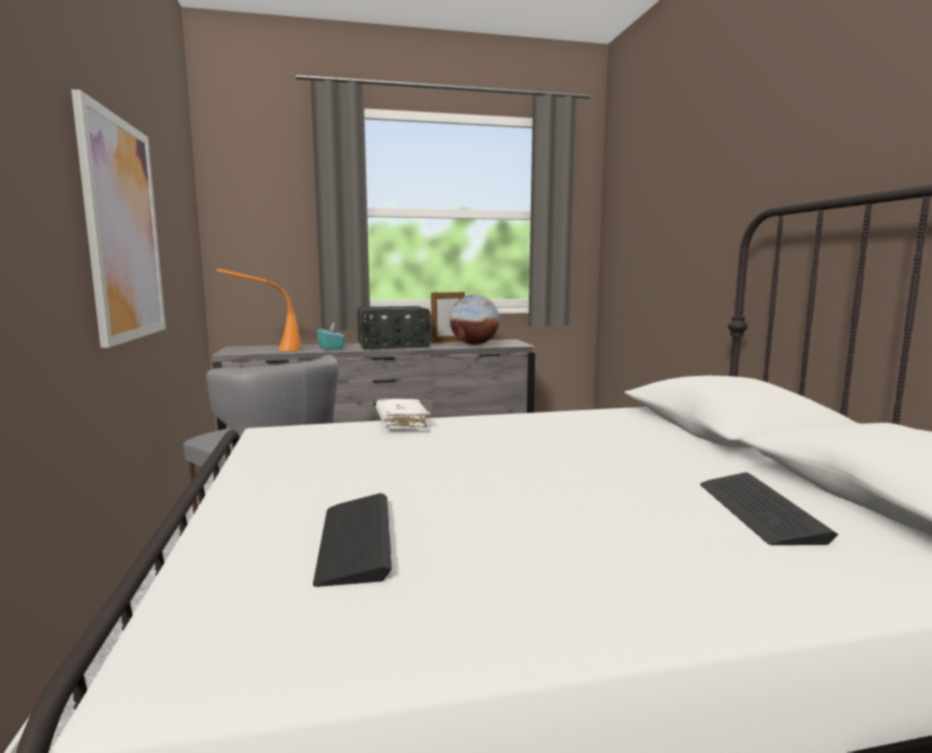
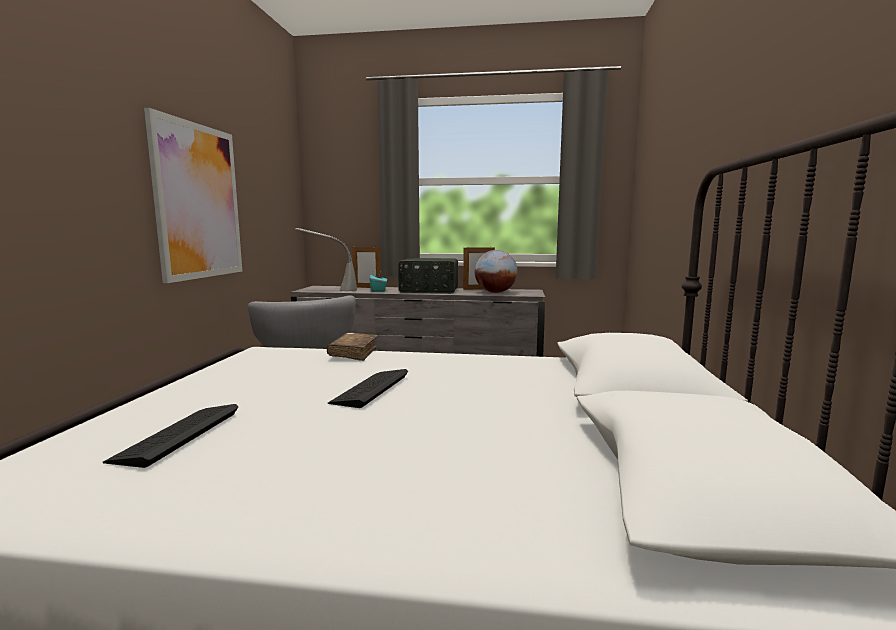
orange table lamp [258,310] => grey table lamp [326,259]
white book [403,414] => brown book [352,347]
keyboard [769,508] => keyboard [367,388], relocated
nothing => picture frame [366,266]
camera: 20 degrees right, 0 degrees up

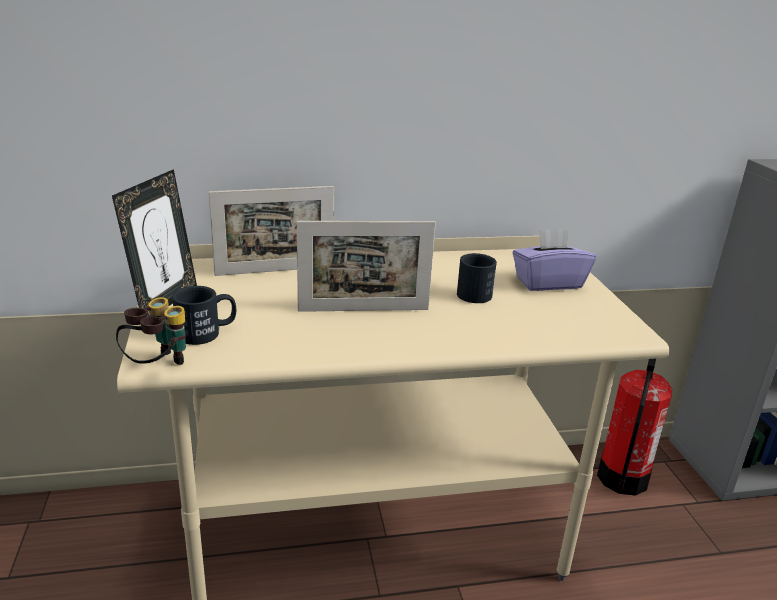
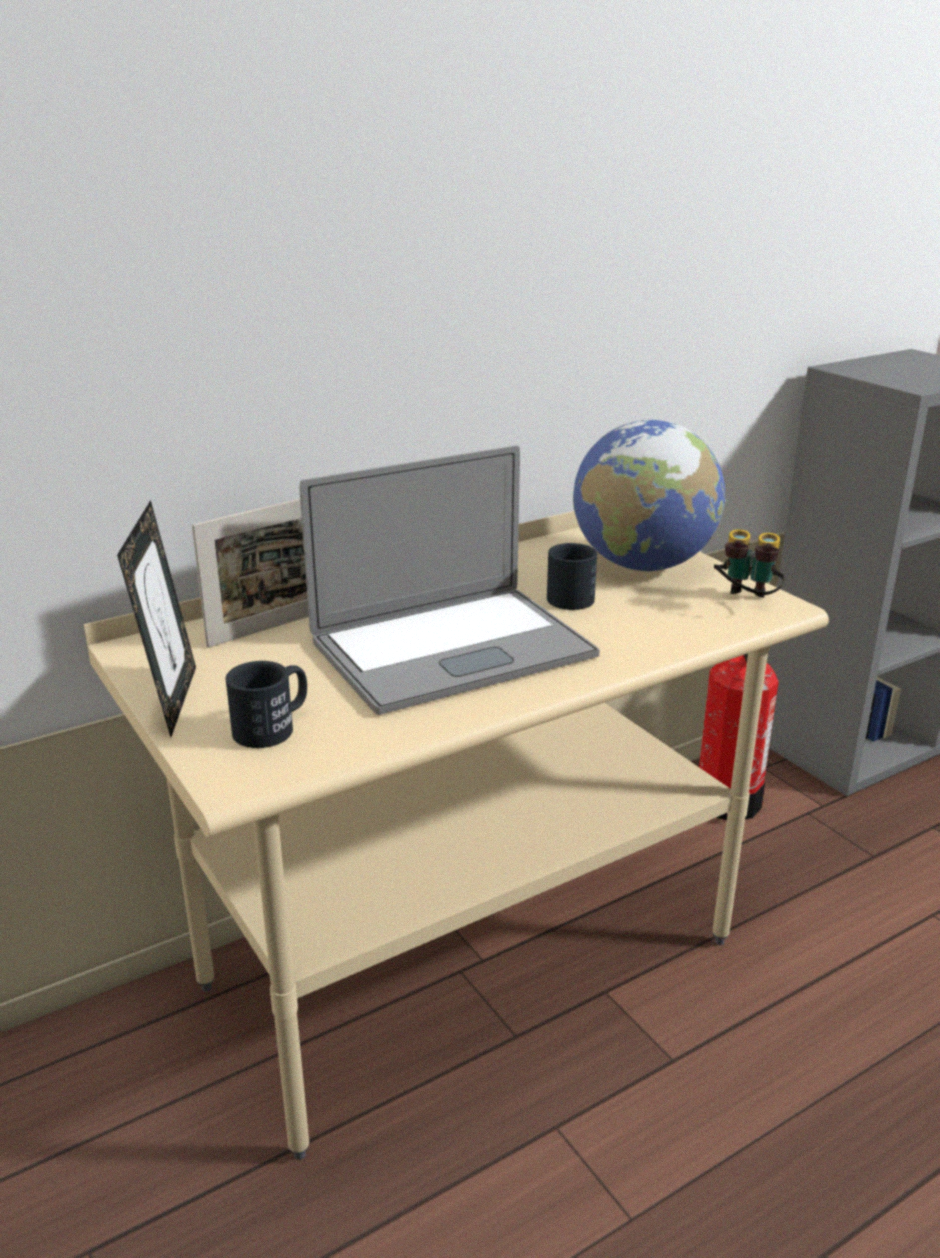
binoculars [151,331] => binoculars [749,563], relocated
picture frame [366,266] => laptop [449,580]
purple tissue box [554,260] => globe [649,495]
camera: 20 degrees left, 0 degrees up

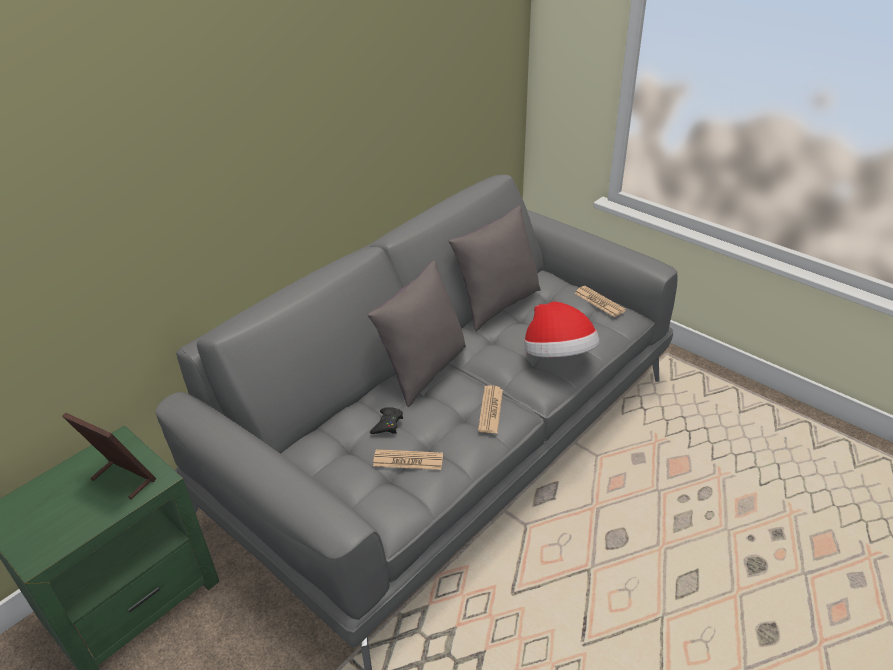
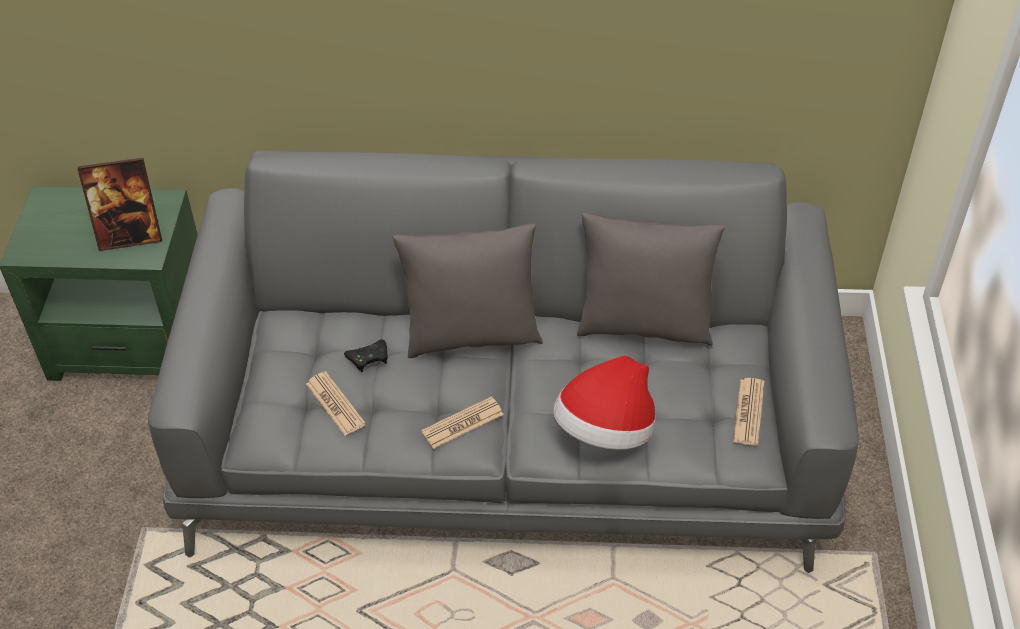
picture frame [109,455] => picture frame [119,204], 90 degrees clockwise
camera: 50 degrees right, 10 degrees up

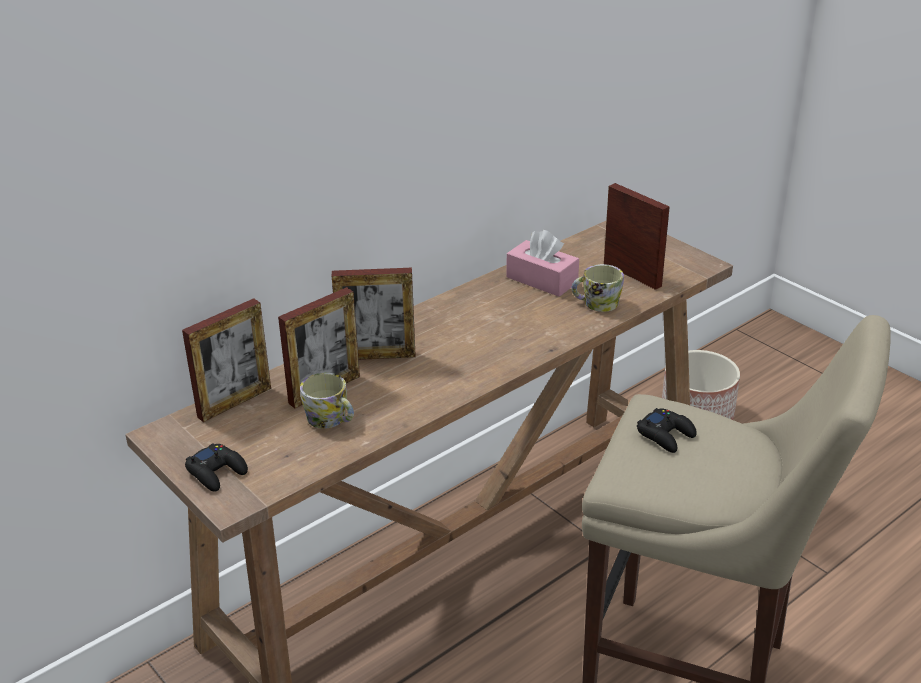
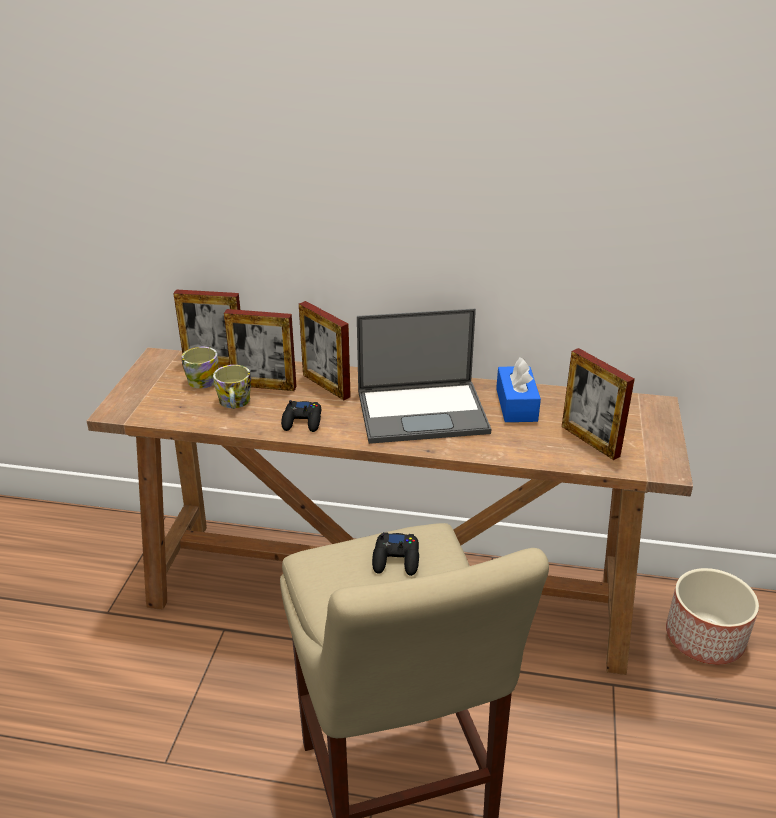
black game controller [216,467] => black game controller [301,416], relocated
pink tissue box [542,263] => blue tissue box [518,390]
mug [597,288] => mug [199,368], relocated
picture frame [637,236] => picture frame [598,404], 135 degrees clockwise
nothing => laptop [424,376]
camera: 50 degrees right, 0 degrees up

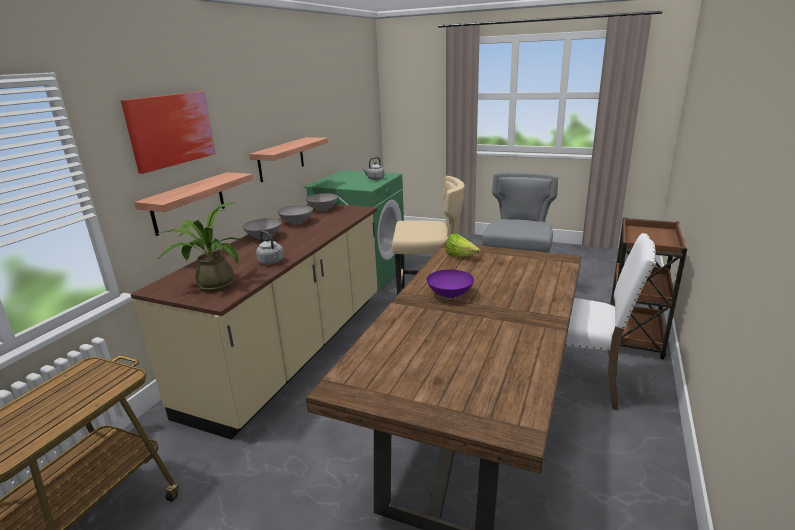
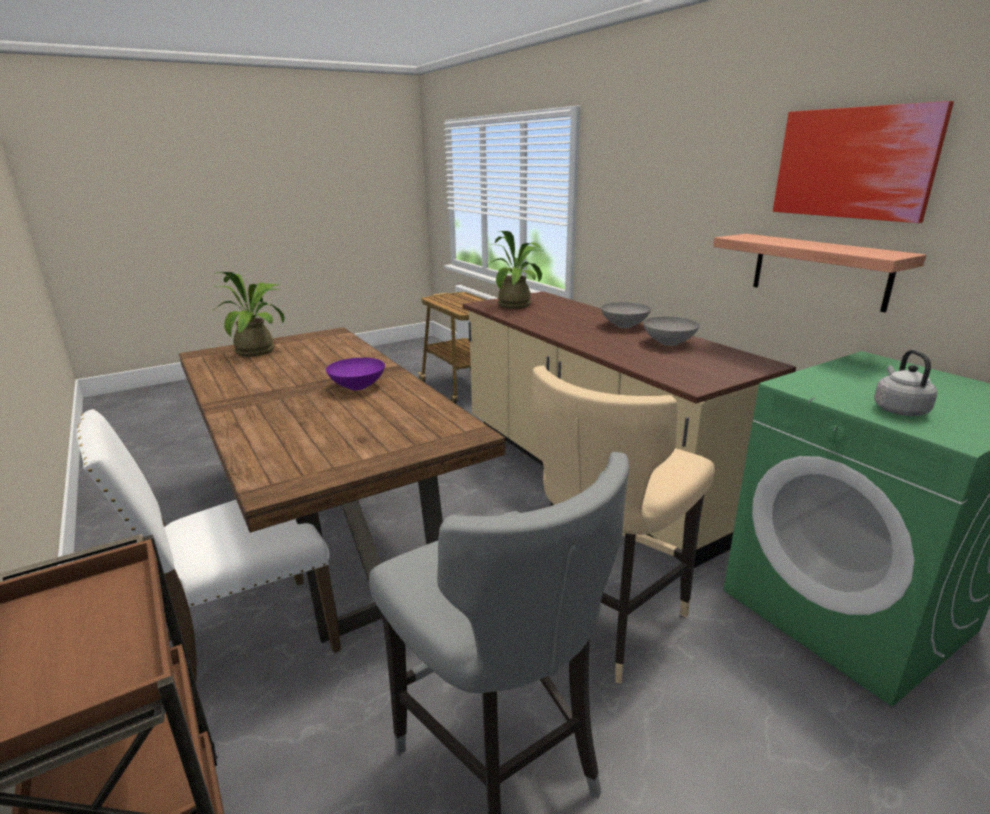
picture [168,133] => picture [863,162], relocated
shelf [193,204] => nothing
grey kettle [270,247] => nothing
grey bowl [321,202] => nothing
lettuce [462,245] => nothing
nothing => potted plant [249,314]
camera: 125 degrees right, 0 degrees up

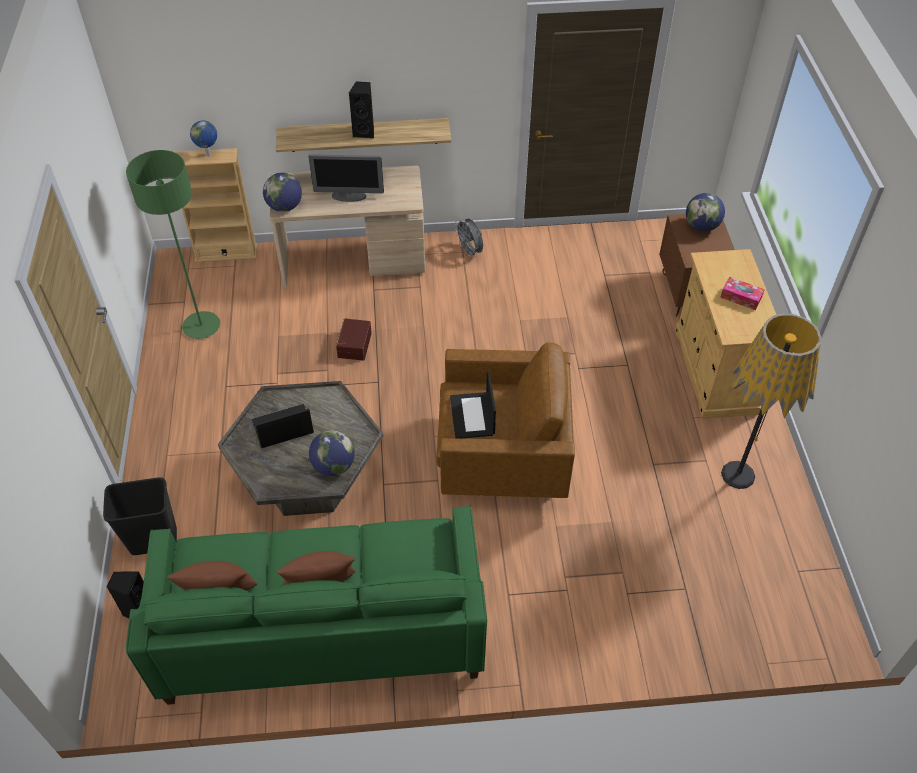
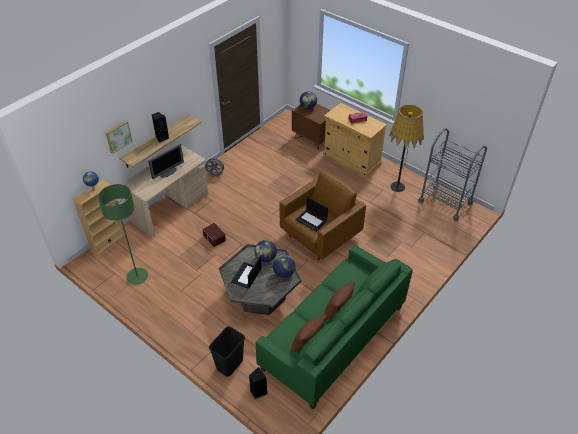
globe [282,192] => globe [266,251], relocated
nothing => picture [119,137]
nothing => grey cart [452,174]
camera: 45 degrees left, 5 degrees down

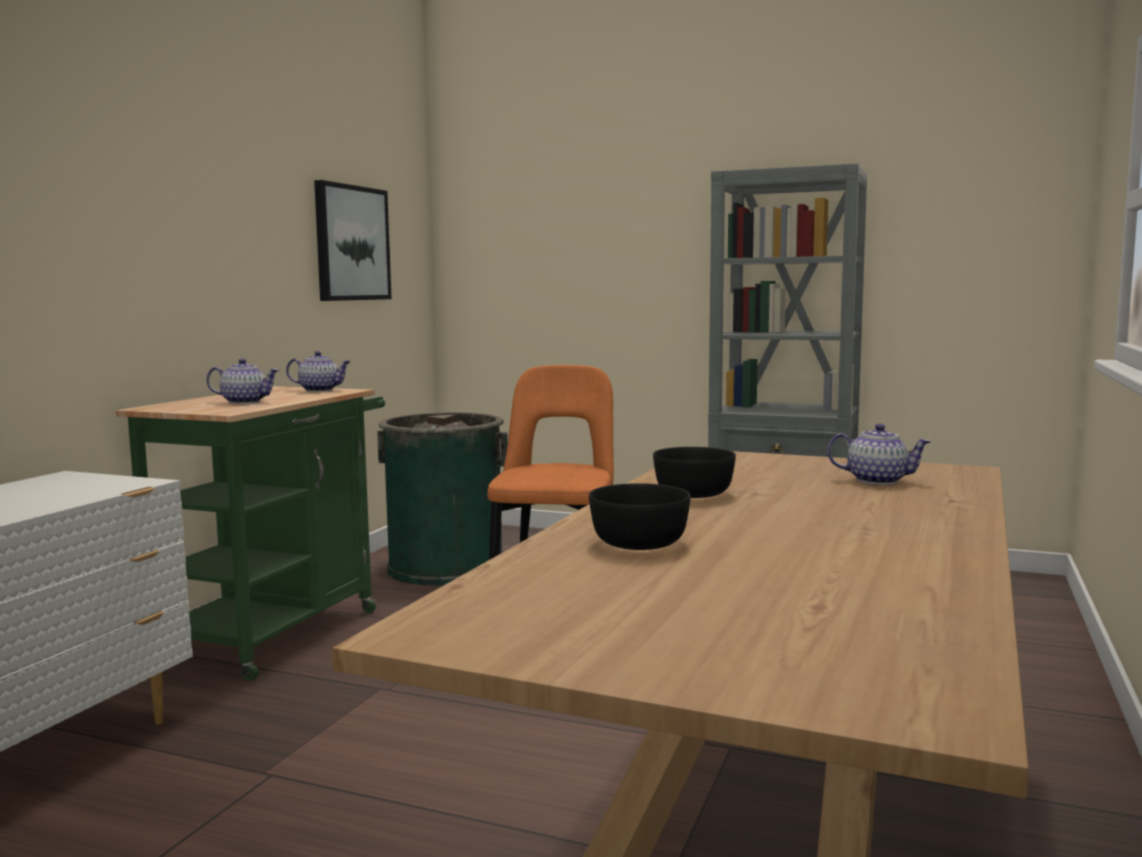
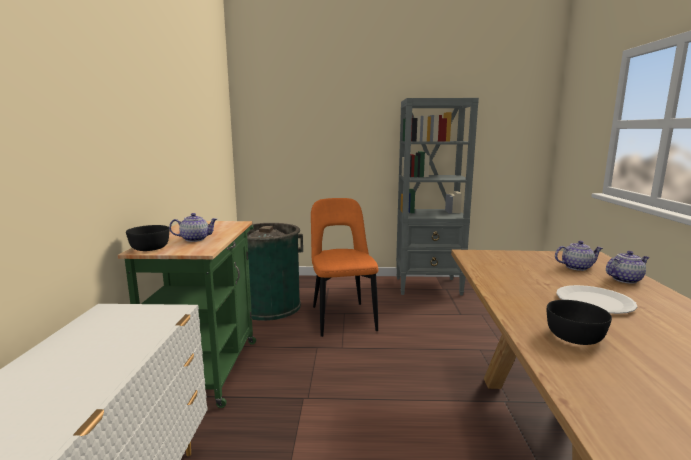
teapot [318,371] => teapot [628,267], relocated
picture [353,240] => nothing
black bowl [694,472] => black bowl [147,238], relocated
nothing => white plate [597,299]
camera: 20 degrees left, 5 degrees up

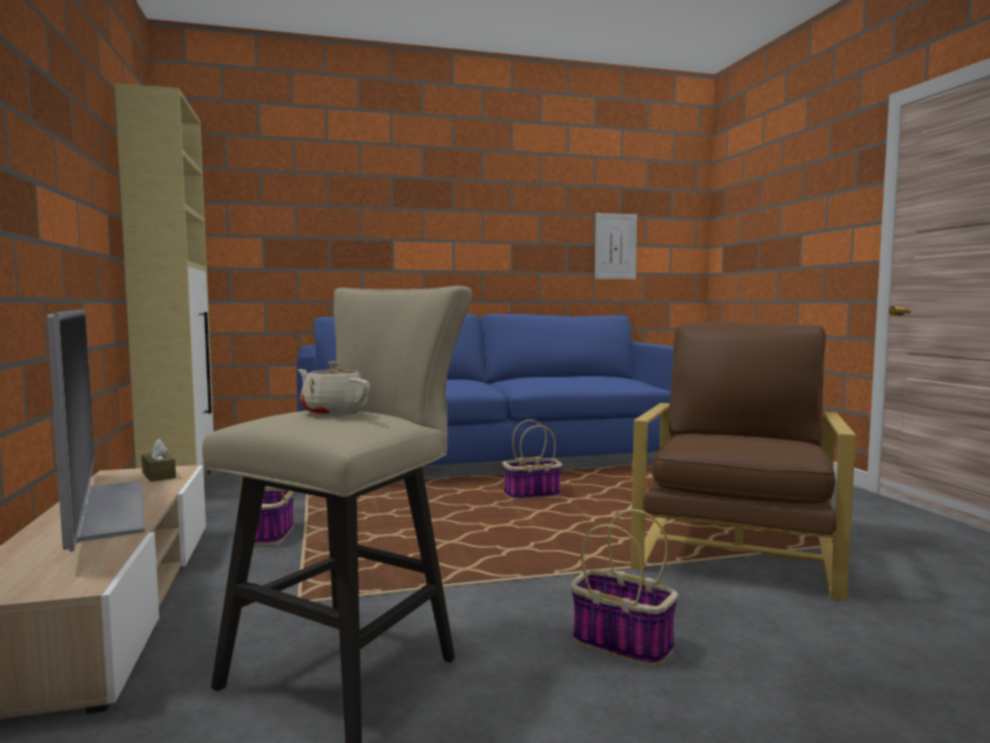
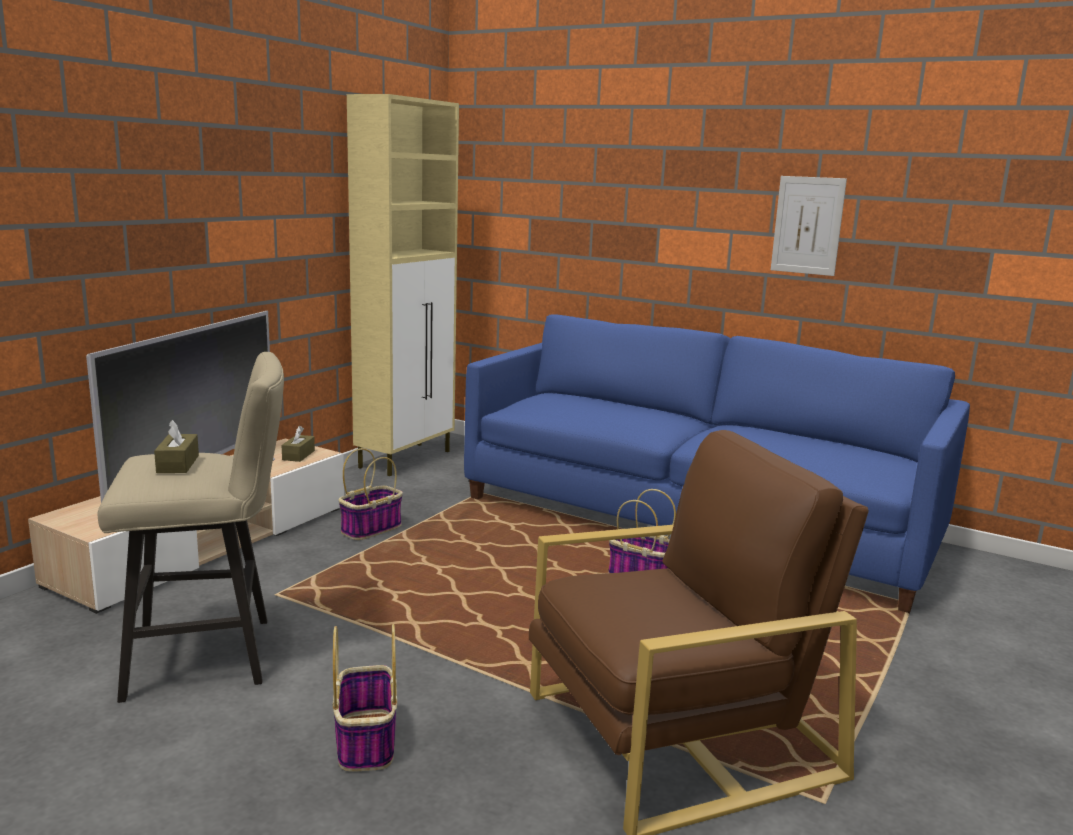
beige teapot [333,388] => brown tissue box [176,446]
picture [616,246] => picture [809,226], relocated
camera: 45 degrees right, 10 degrees up

